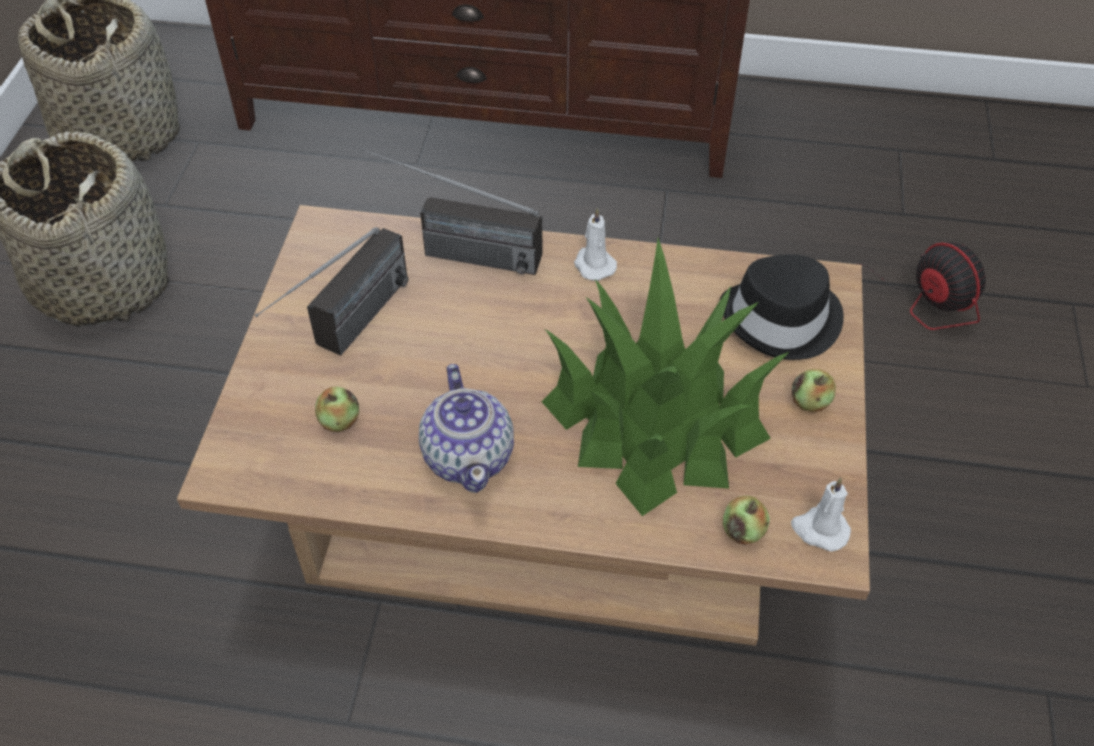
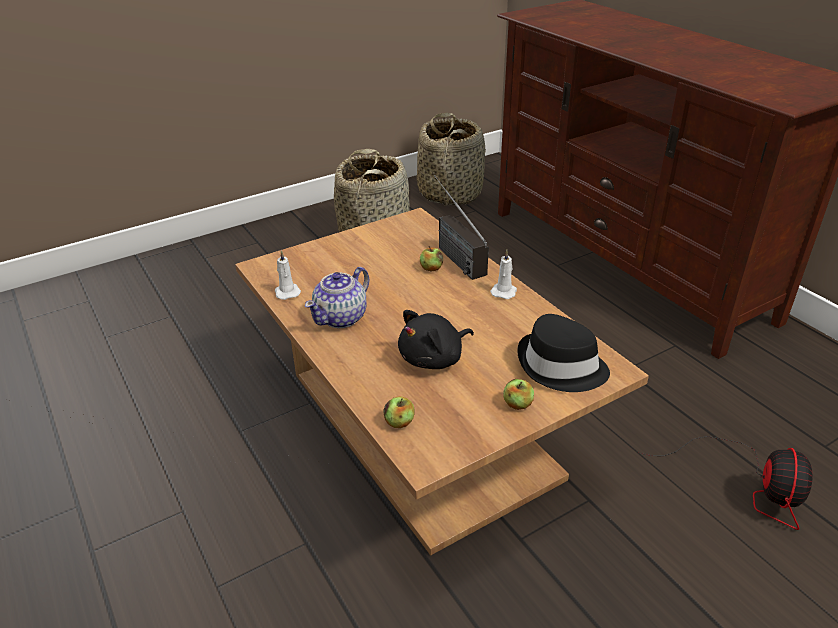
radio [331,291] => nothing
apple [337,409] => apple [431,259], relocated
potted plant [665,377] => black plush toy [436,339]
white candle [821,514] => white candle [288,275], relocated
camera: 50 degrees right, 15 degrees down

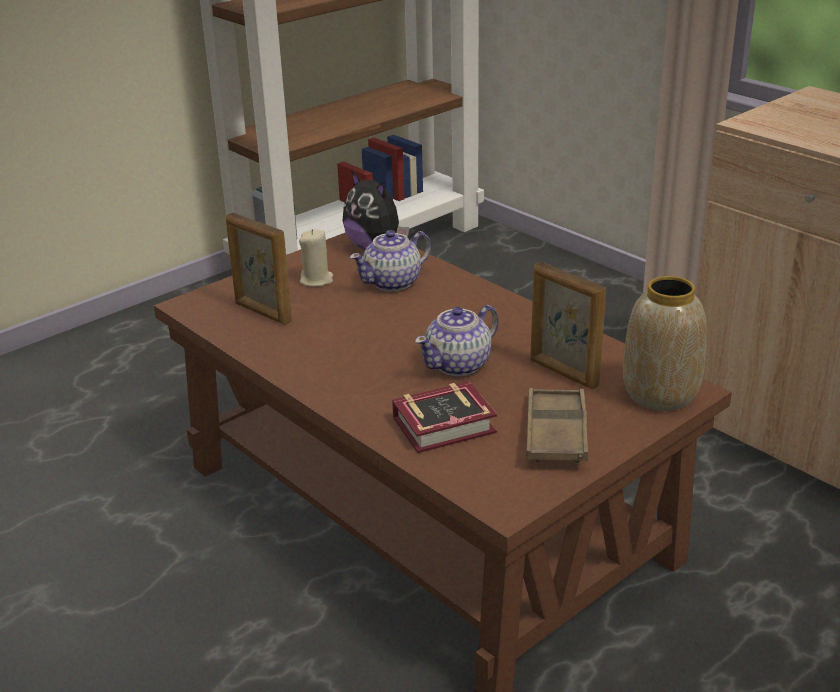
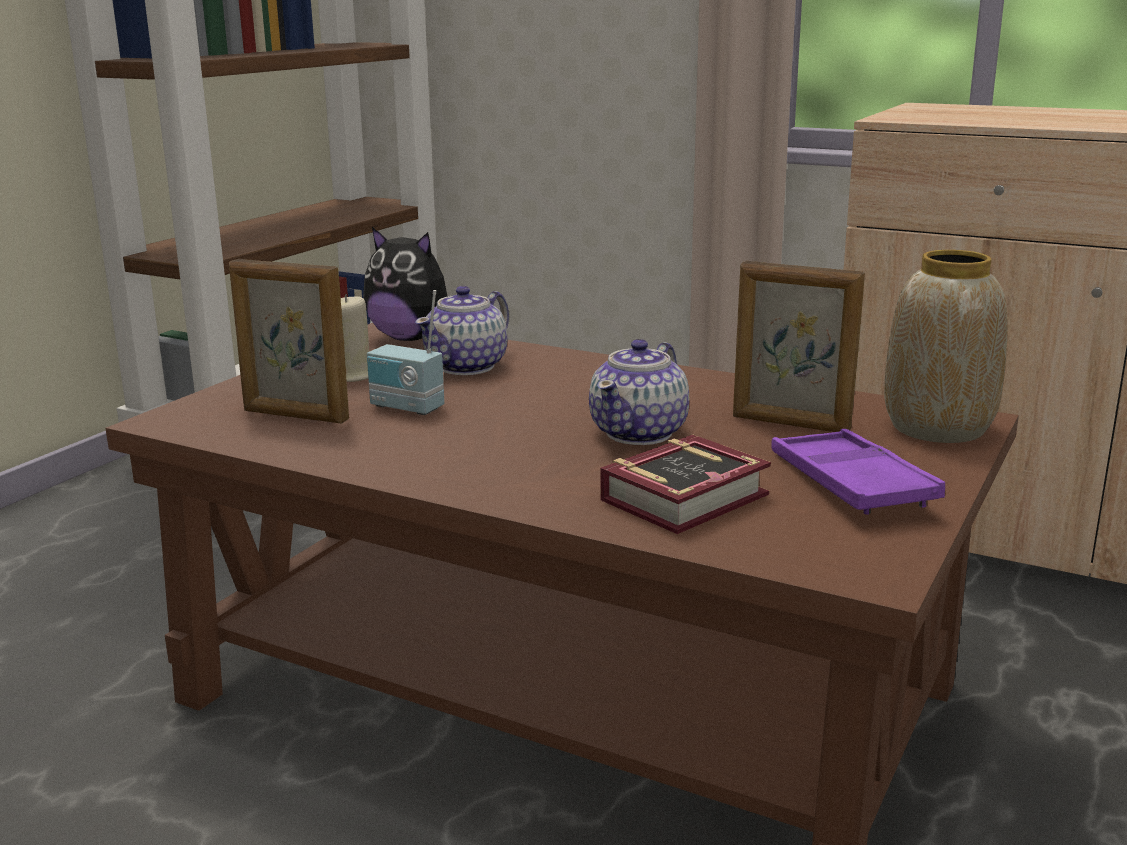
brown tray [557,426] => purple tray [858,472]
nothing => radio [406,352]
camera: 20 degrees left, 10 degrees down

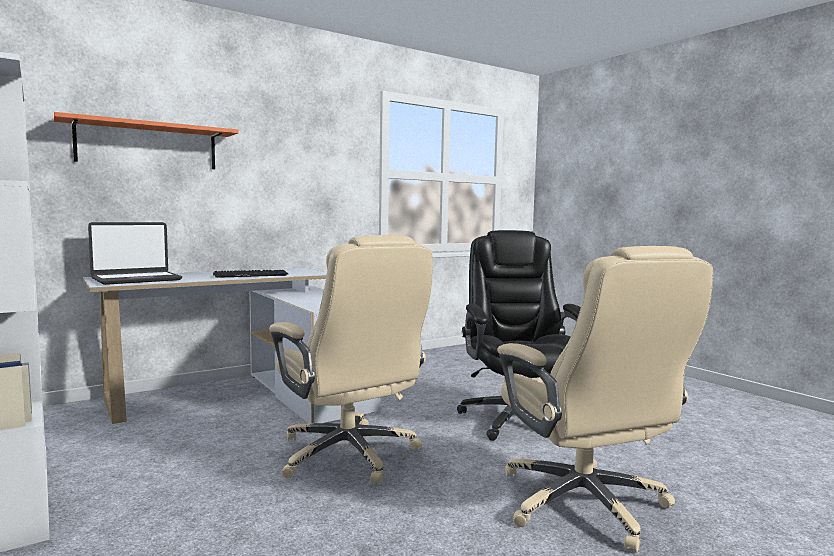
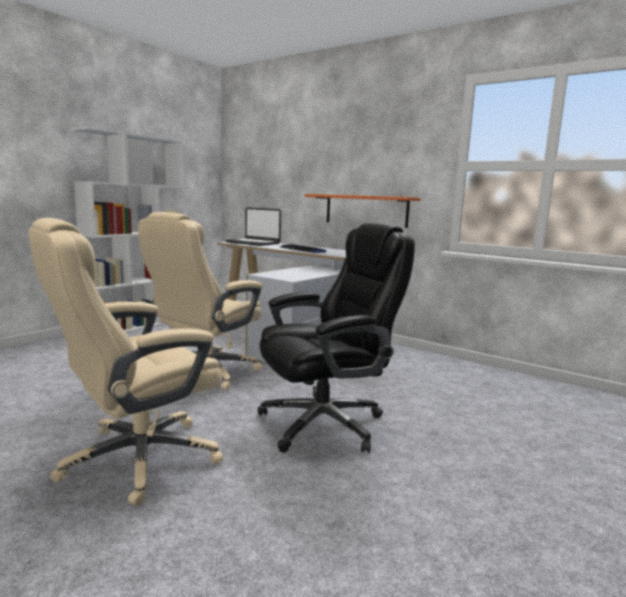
orange shelf [146,140] => orange shelf [362,211], relocated
camera: 70 degrees right, 5 degrees up

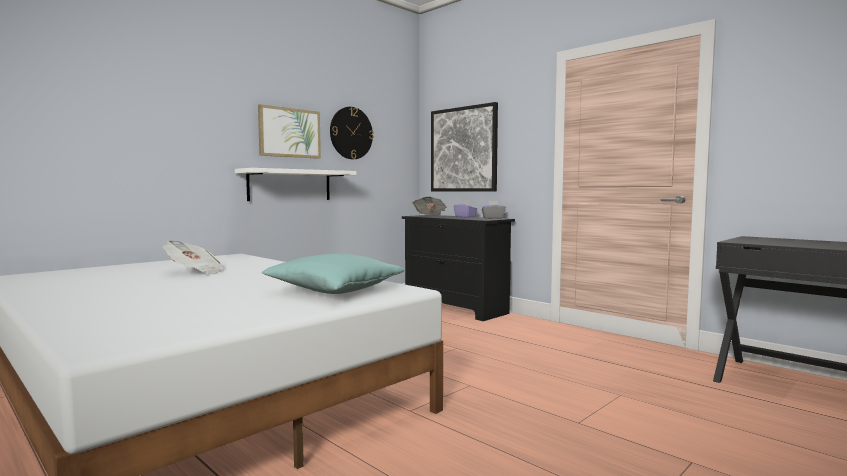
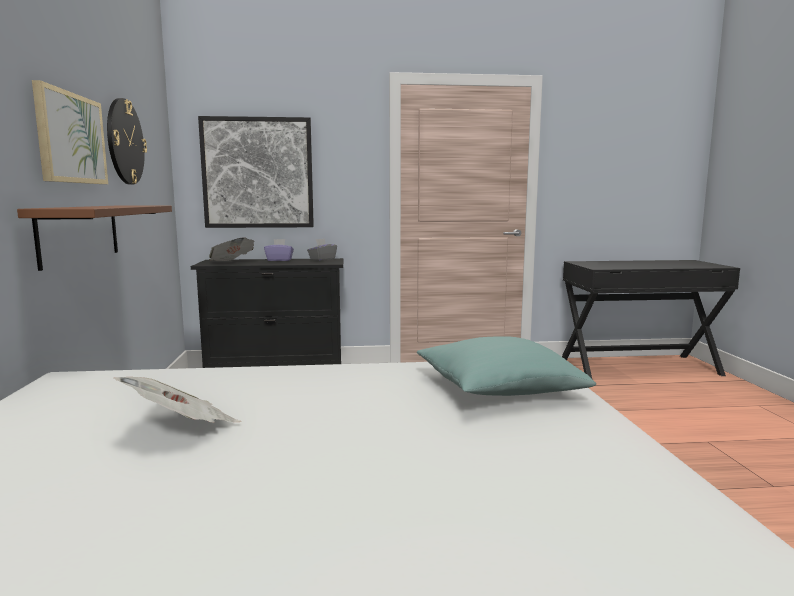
white shelf [295,184] => brown shelf [94,238]
camera: 50 degrees left, 5 degrees up

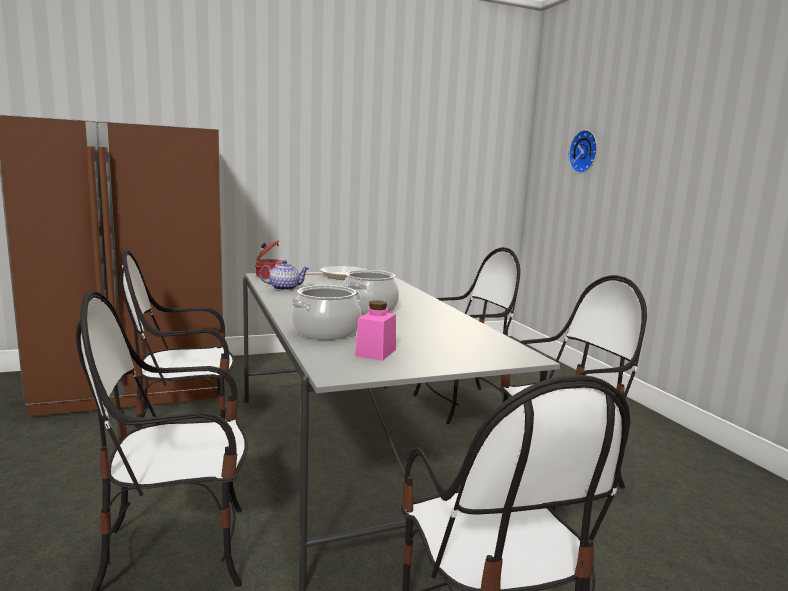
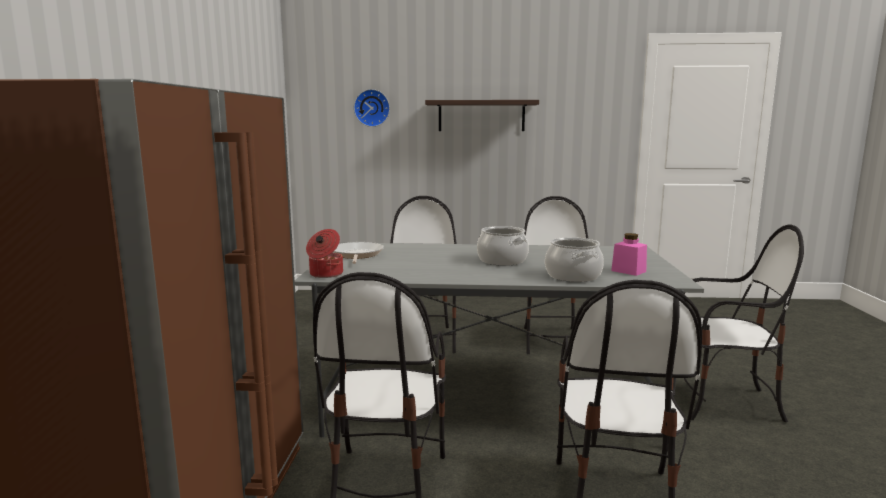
teapot [284,275] => nothing
nothing => shelf [482,115]
camera: 65 degrees left, 0 degrees up

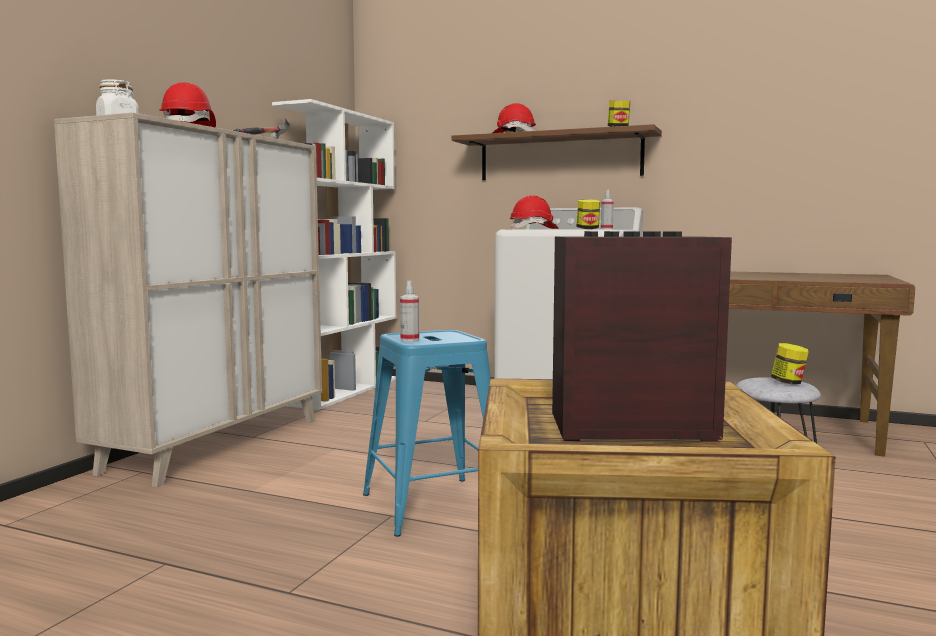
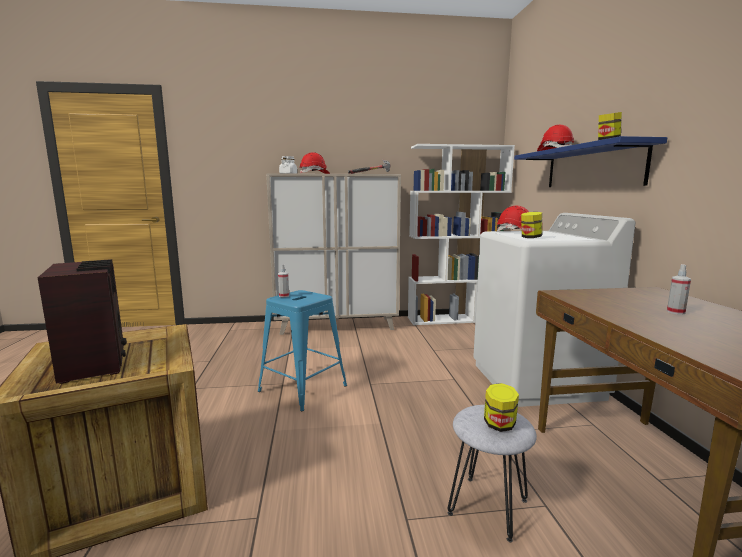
brown shelf [557,152] => blue shelf [590,161]
spray bottle [607,209] => spray bottle [679,289], relocated
camera: 60 degrees right, 5 degrees up

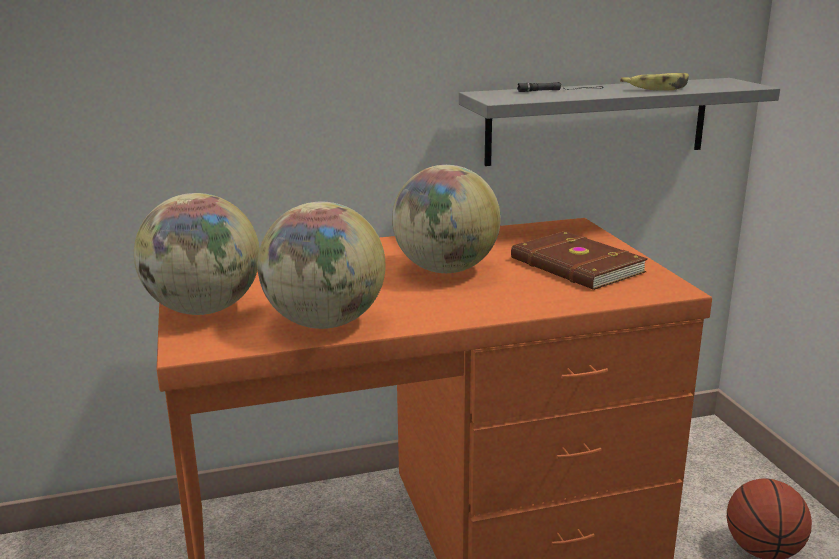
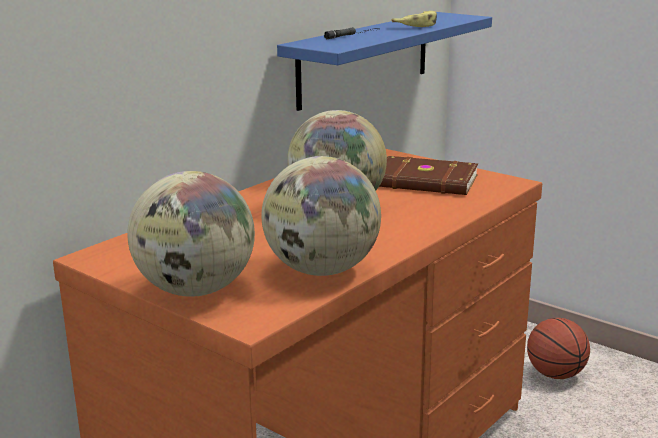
grey shelf [619,122] => blue shelf [384,61]
camera: 35 degrees left, 0 degrees up

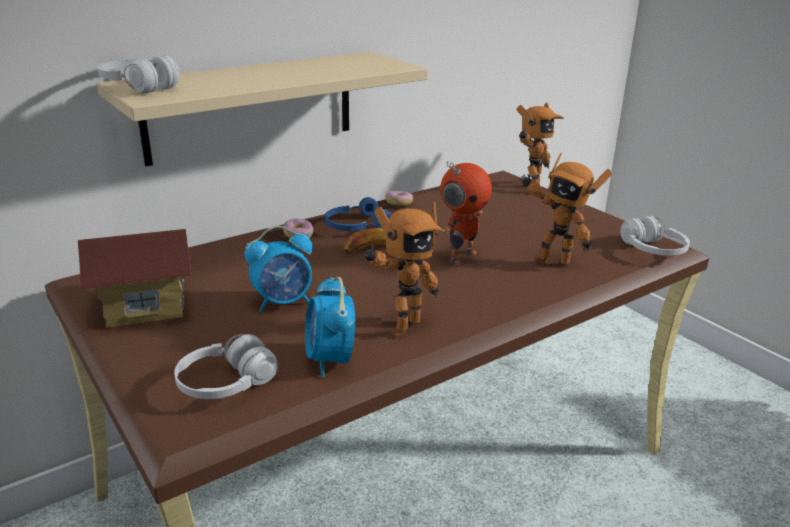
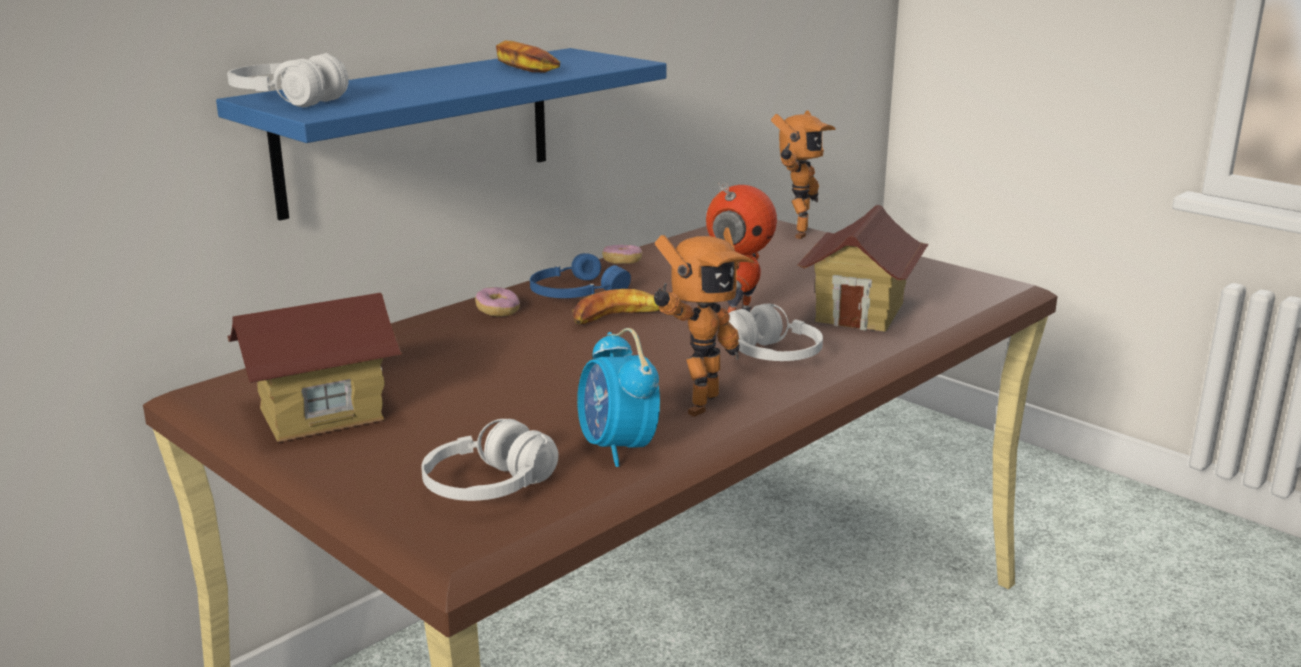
beige shelf [262,109] => blue shelf [441,134]
alarm clock [279,269] => nothing
toy robot [566,209] => toy house [863,268]
white headphones [655,236] => white headphones [776,332], relocated
nothing => banana [528,56]
camera: 10 degrees left, 5 degrees down

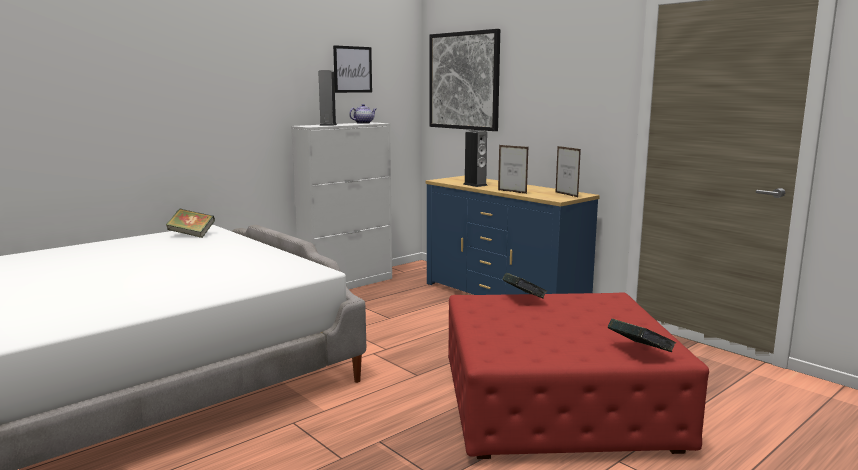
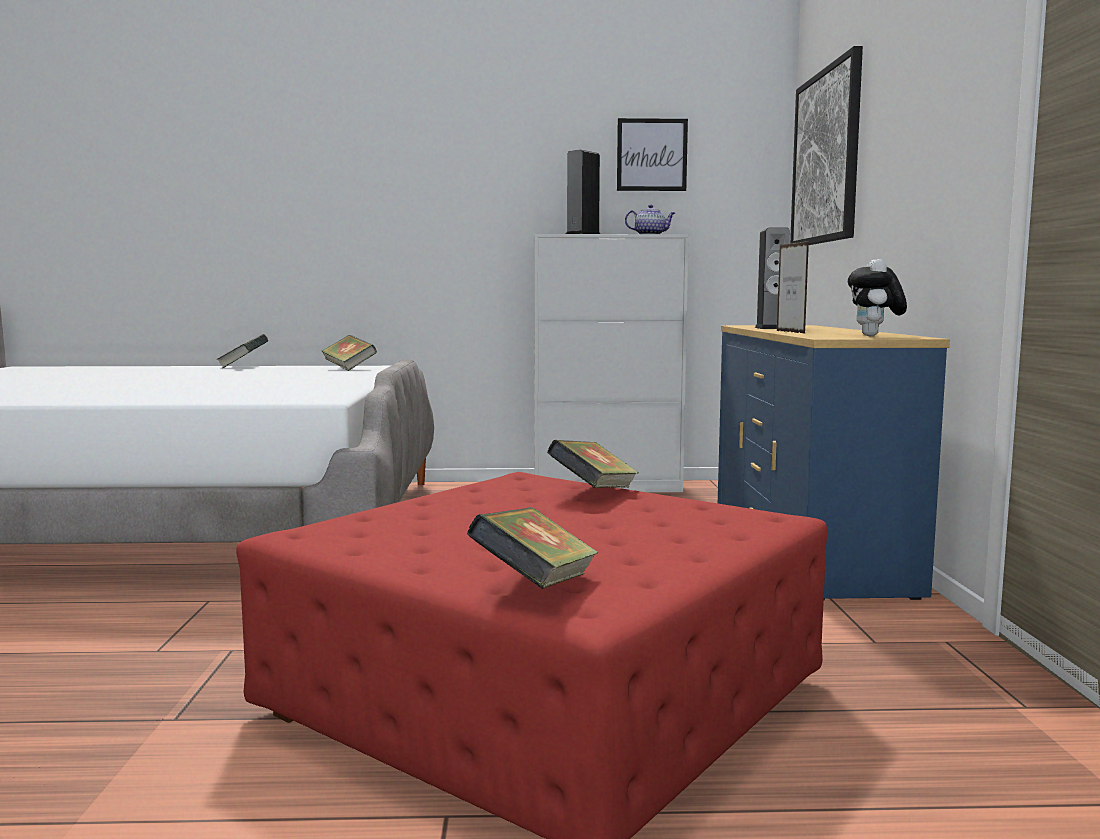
picture frame [568,171] => plush toy [877,297]
nothing => book [242,351]
camera: 40 degrees right, 5 degrees down

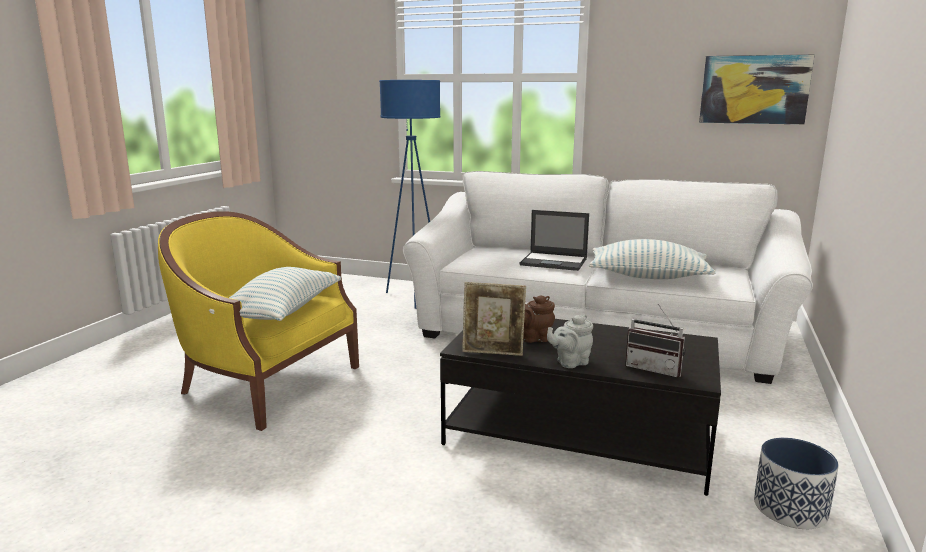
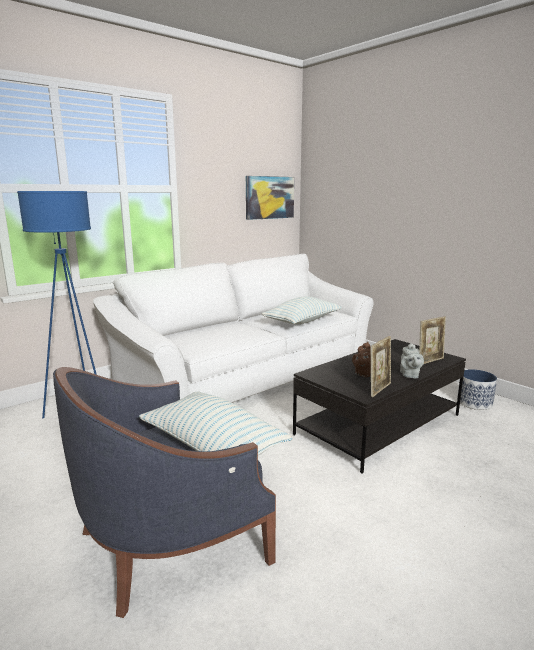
yellow armchair [258,321] => blue armchair [164,492]
laptop [554,240] => nothing
radio [655,341] => picture frame [432,340]
camera: 60 degrees left, 0 degrees up

